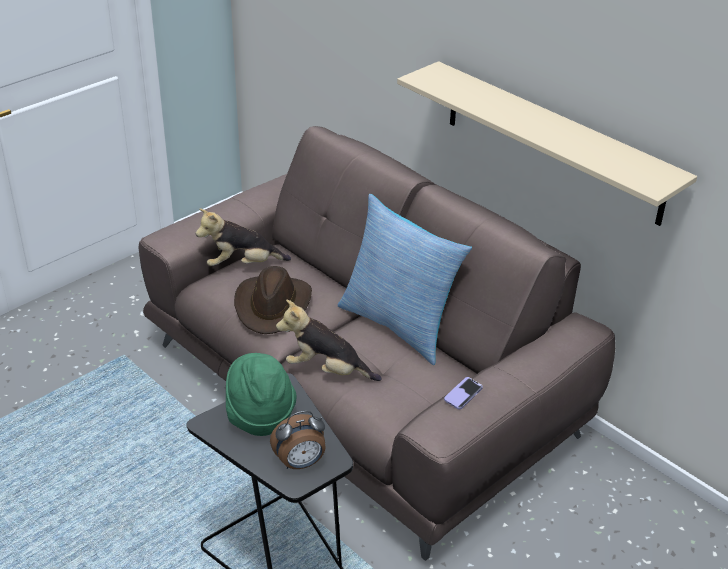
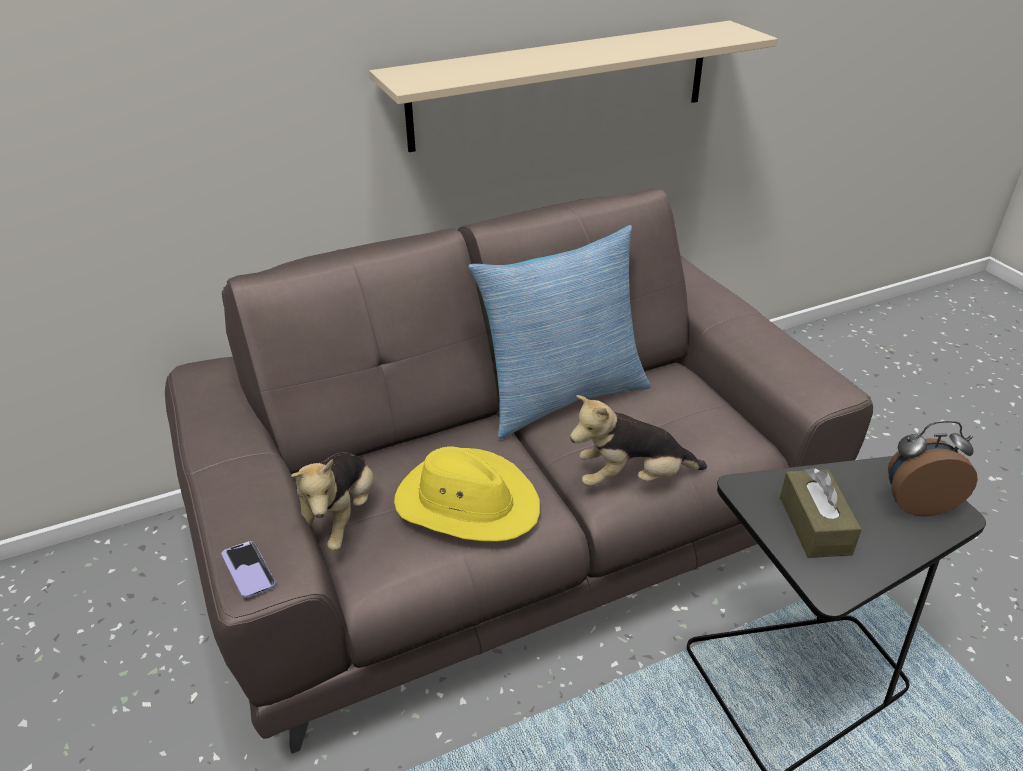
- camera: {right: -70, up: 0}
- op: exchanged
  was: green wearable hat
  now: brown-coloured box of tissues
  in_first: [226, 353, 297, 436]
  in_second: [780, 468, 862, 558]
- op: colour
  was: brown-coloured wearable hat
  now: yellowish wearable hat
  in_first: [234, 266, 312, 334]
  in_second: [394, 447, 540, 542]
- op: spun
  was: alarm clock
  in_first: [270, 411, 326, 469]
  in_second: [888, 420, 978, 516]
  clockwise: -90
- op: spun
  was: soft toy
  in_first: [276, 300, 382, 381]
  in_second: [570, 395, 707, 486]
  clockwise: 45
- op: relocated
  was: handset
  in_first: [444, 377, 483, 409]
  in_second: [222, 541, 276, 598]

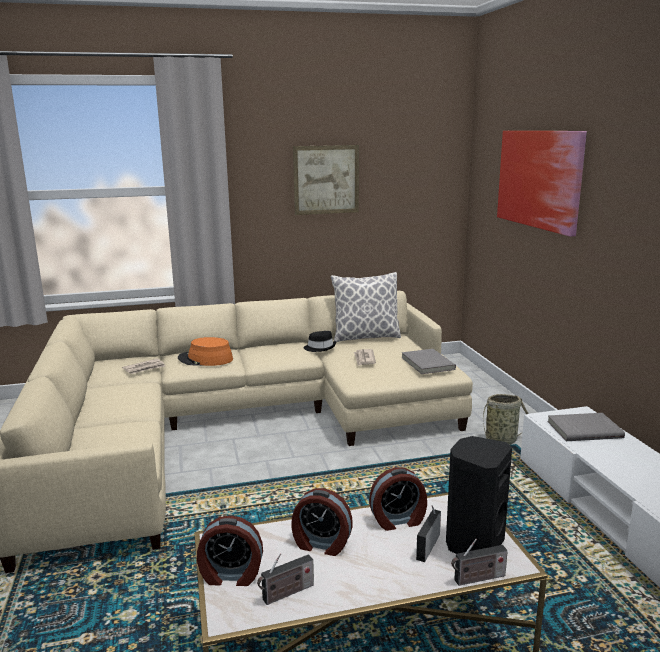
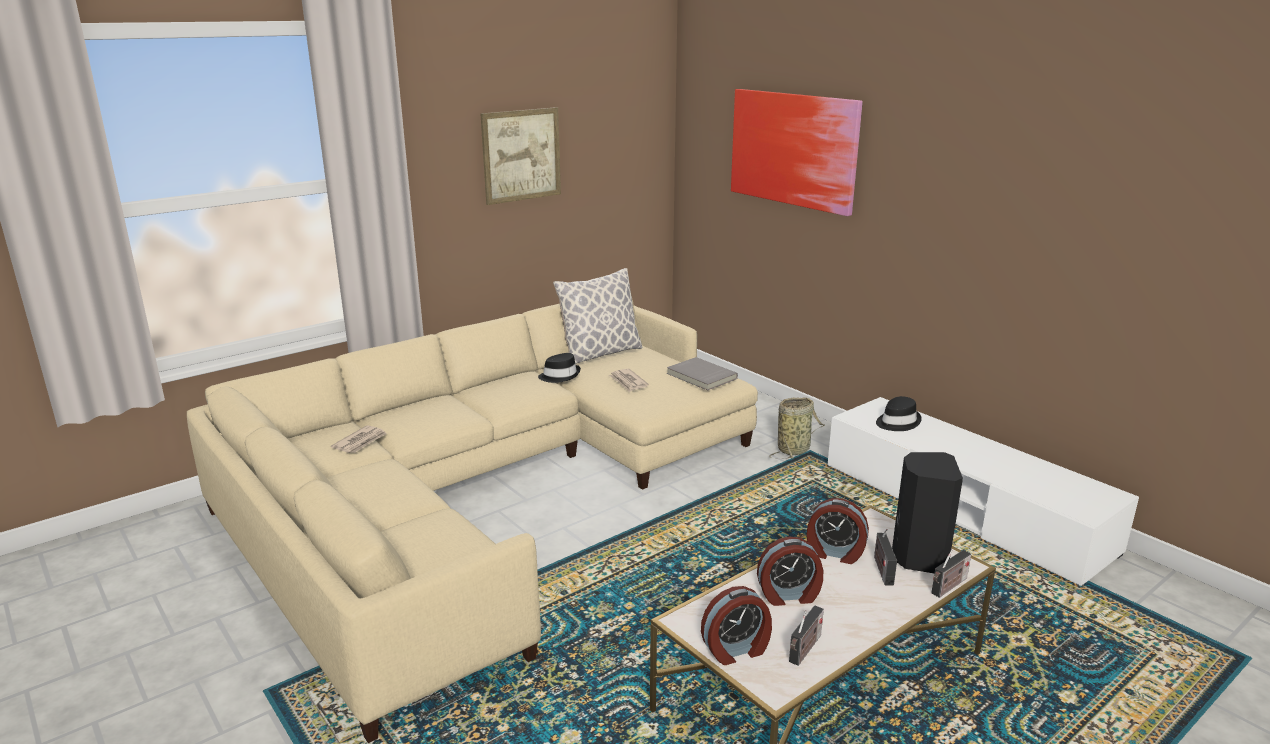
- camera: {right: -25, up: 5}
- op: missing
  was: orange-coloured wearable hat
  in_first: [178, 337, 233, 366]
- op: spun
  was: alarm clock
  in_first: [369, 467, 427, 531]
  in_second: [806, 498, 869, 564]
  clockwise: 60
- op: exchanged
  was: gray volume
  now: black wearable hat
  in_first: [547, 413, 625, 441]
  in_second: [876, 396, 922, 431]

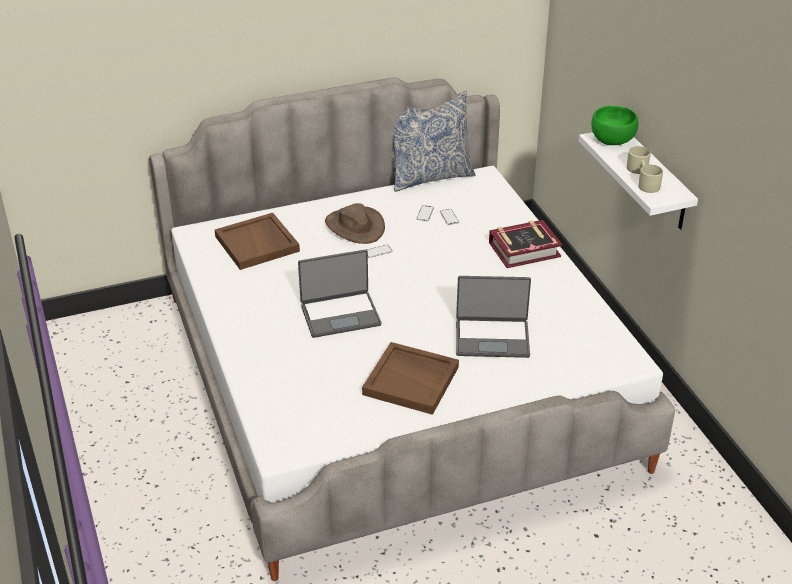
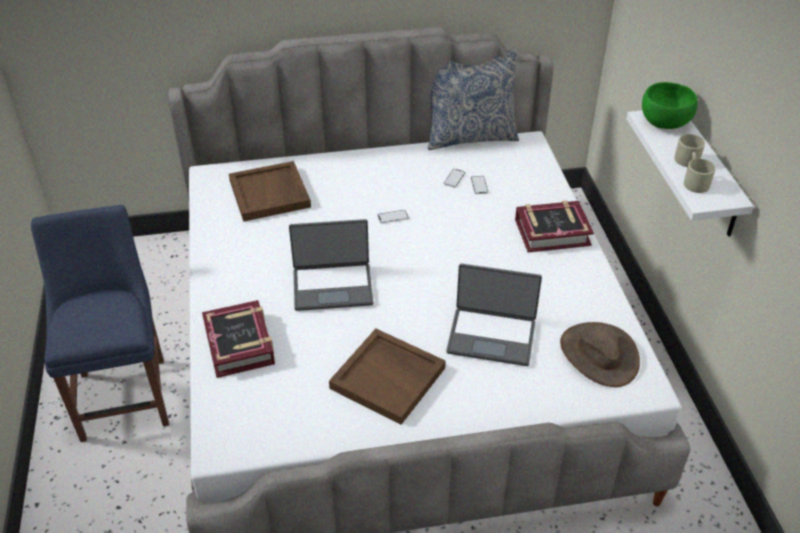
- camera: {right: 10, up: 5}
- op: relocated
  was: brown-coloured wearable hat
  in_first: [325, 203, 385, 244]
  in_second: [560, 322, 640, 387]
- op: appeared
  now: bluish chair
  in_second: [31, 205, 169, 442]
- op: appeared
  now: volume
  in_second: [202, 300, 275, 378]

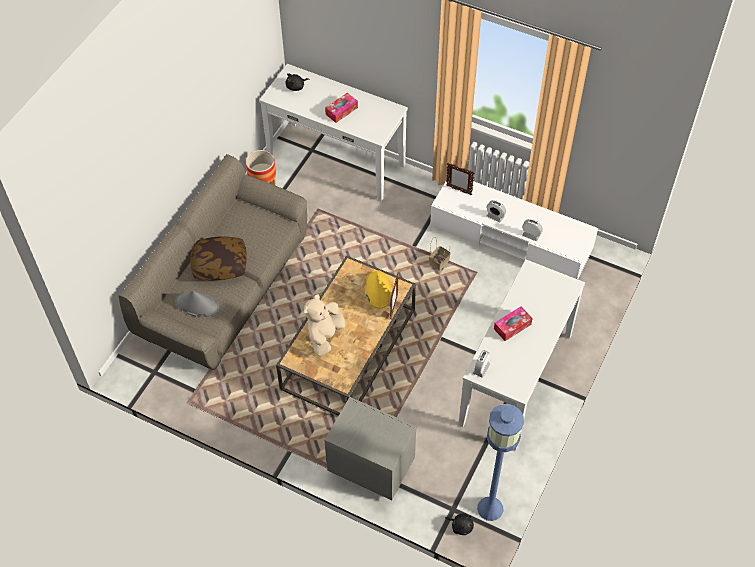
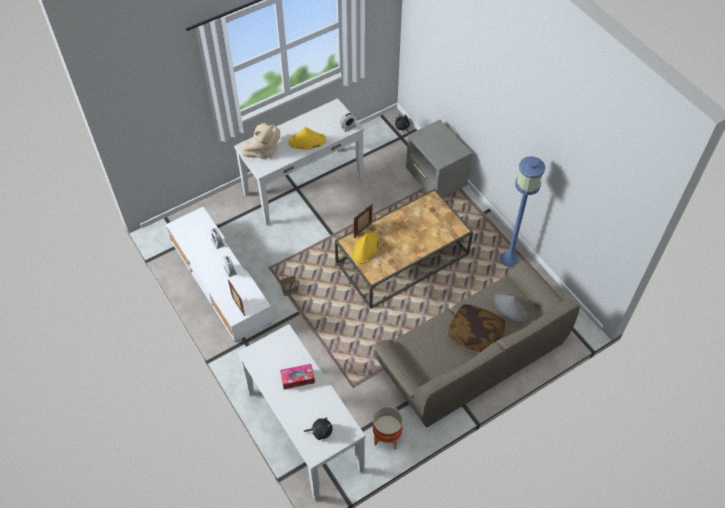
- camera: {right: -150, up: 0}
- op: relocated
  was: beige soft toy
  in_first: [304, 294, 345, 356]
  in_second: [242, 123, 280, 159]
- op: relocated
  was: bluish standing lamp
  in_first: [477, 404, 524, 521]
  in_second: [500, 156, 546, 267]
- op: exchanged
  was: box of tissues
  now: yellowish wearable hat
  in_first: [494, 307, 533, 341]
  in_second: [288, 127, 326, 150]

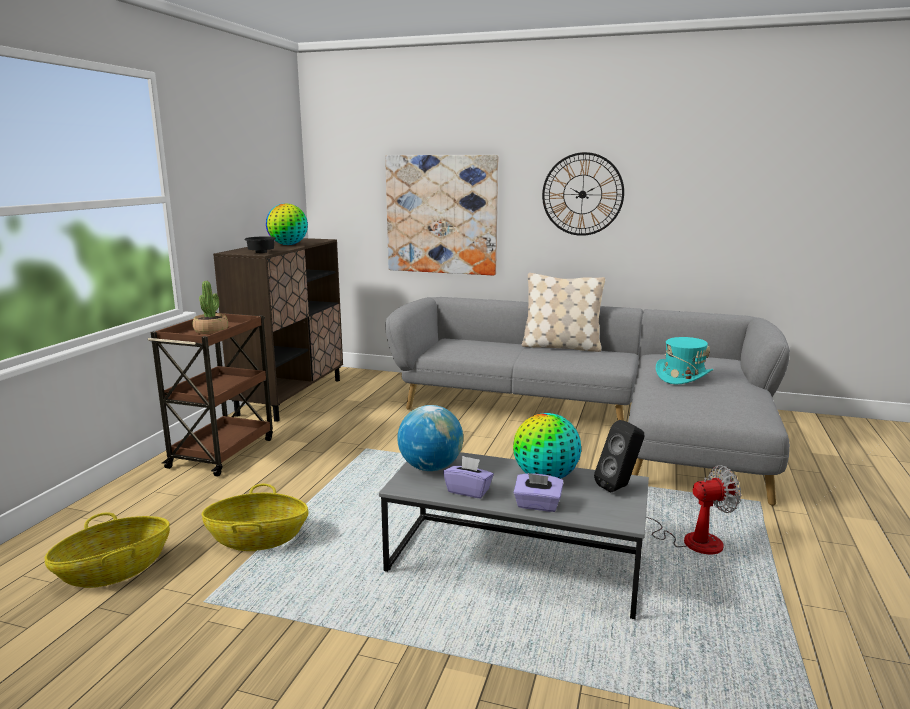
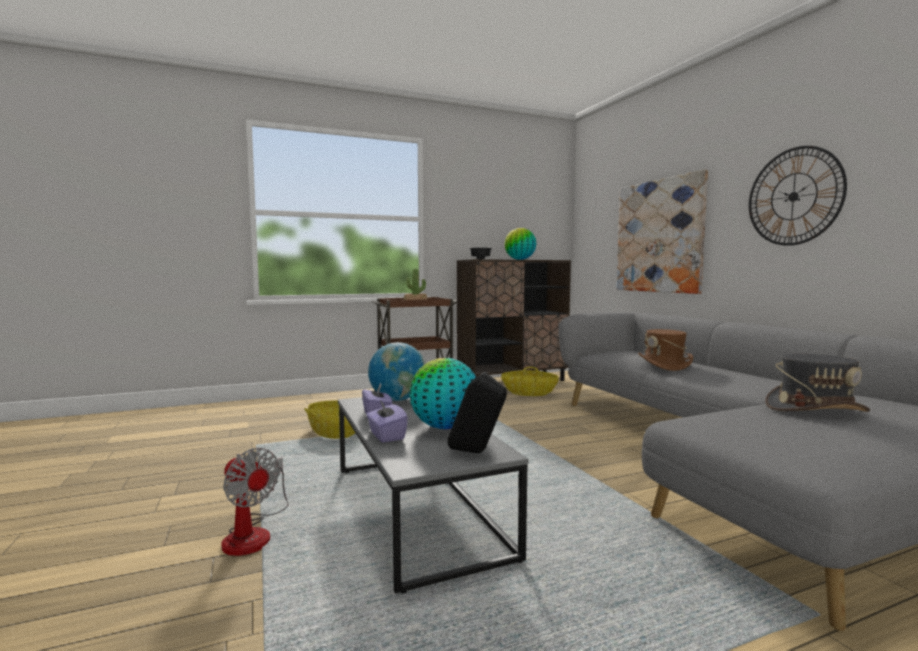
- camera: {right: 50, up: -10}
- op: relocated
  was: basket
  in_first: [44, 512, 170, 588]
  in_second: [501, 367, 559, 396]
- op: missing
  was: beige pillow
  in_first: [521, 273, 605, 352]
- op: relocated
  was: fan
  in_first: [646, 465, 741, 554]
  in_second: [221, 448, 289, 556]
- op: colour
  was: blue-green wearable hat
  now: gray wearable hat
  in_first: [656, 337, 713, 384]
  in_second: [765, 354, 870, 412]
- op: appeared
  now: brown-coloured wearable hat
  in_second: [638, 329, 693, 371]

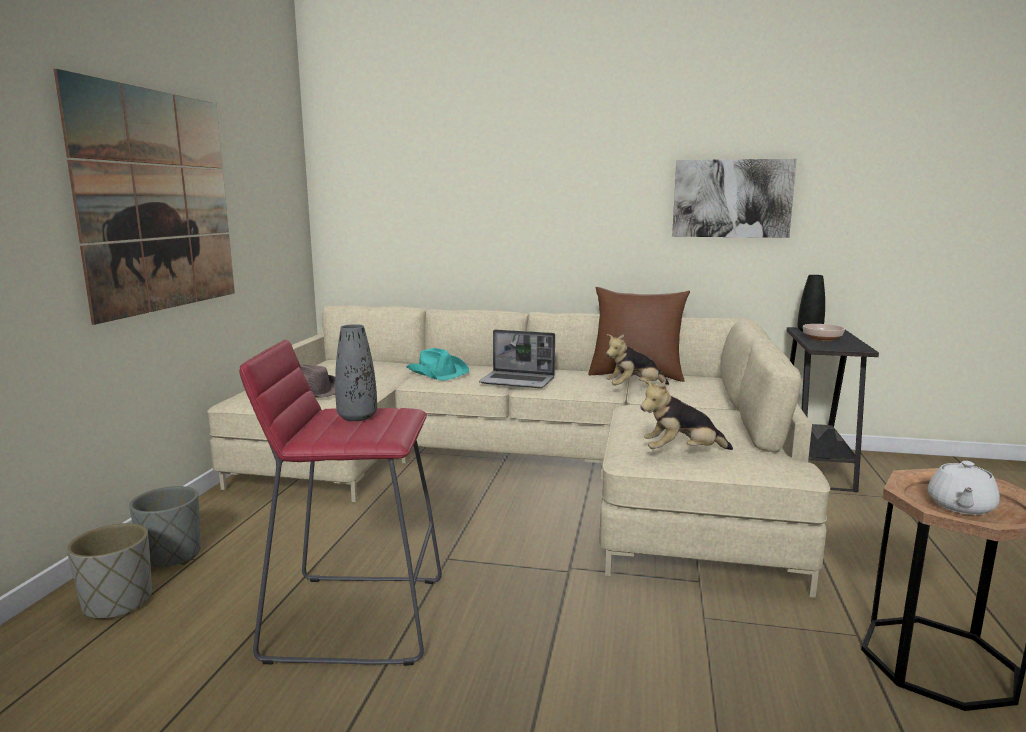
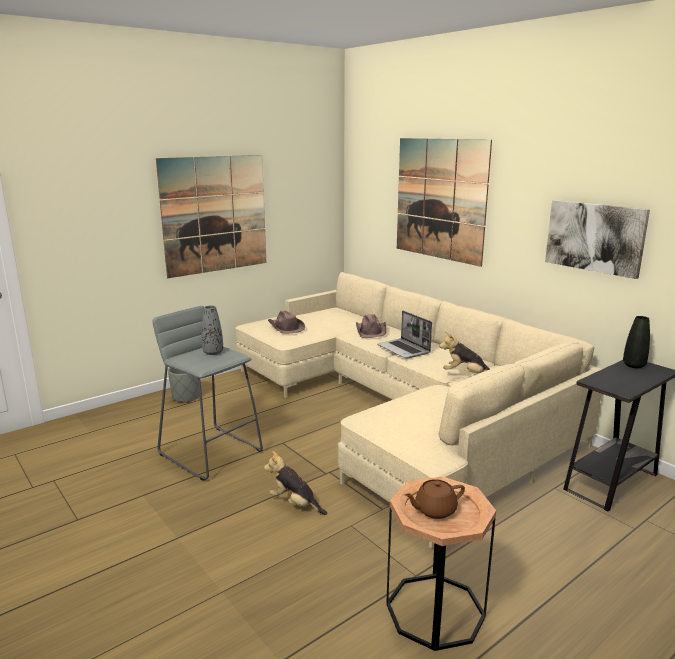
- camera: {right: 40, up: 5}
- op: missing
  was: gray planter
  in_first: [67, 523, 152, 619]
- op: colour
  was: red-coloured stool
  now: gray stool
  in_first: [239, 340, 442, 666]
  in_second: [152, 306, 263, 481]
- op: colour
  was: blue-green wearable hat
  now: brown-coloured wearable hat
  in_first: [406, 348, 469, 381]
  in_second: [356, 314, 386, 338]
- op: missing
  was: brown-coloured pillow
  in_first: [588, 287, 690, 382]
- op: relocated
  was: soft toy
  in_first: [640, 380, 733, 450]
  in_second: [264, 451, 327, 515]
- op: missing
  was: deep dish
  in_first: [803, 324, 845, 341]
- op: colour
  was: whitish pot for tea
  now: brown-coloured pot for tea
  in_first: [928, 461, 1000, 515]
  in_second: [404, 479, 465, 519]
- op: appeared
  now: wall art
  in_second: [397, 138, 492, 267]

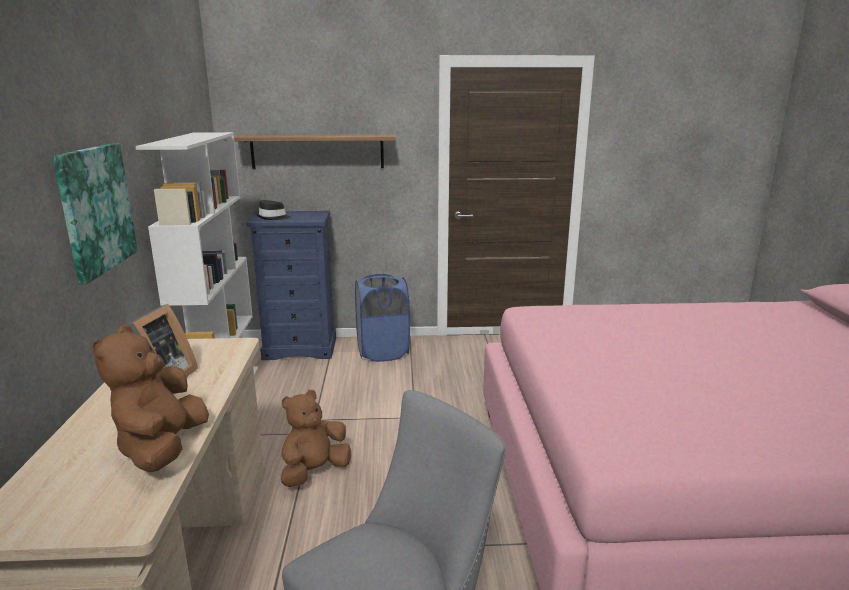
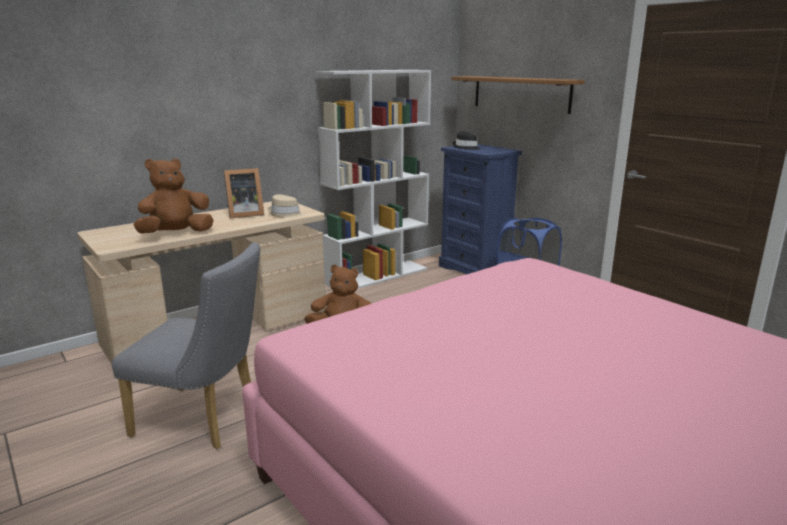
- camera: {right: 55, up: 0}
- op: missing
  was: wall art
  in_first: [52, 143, 138, 284]
- op: appeared
  now: beige wearable hat
  in_second: [268, 194, 304, 218]

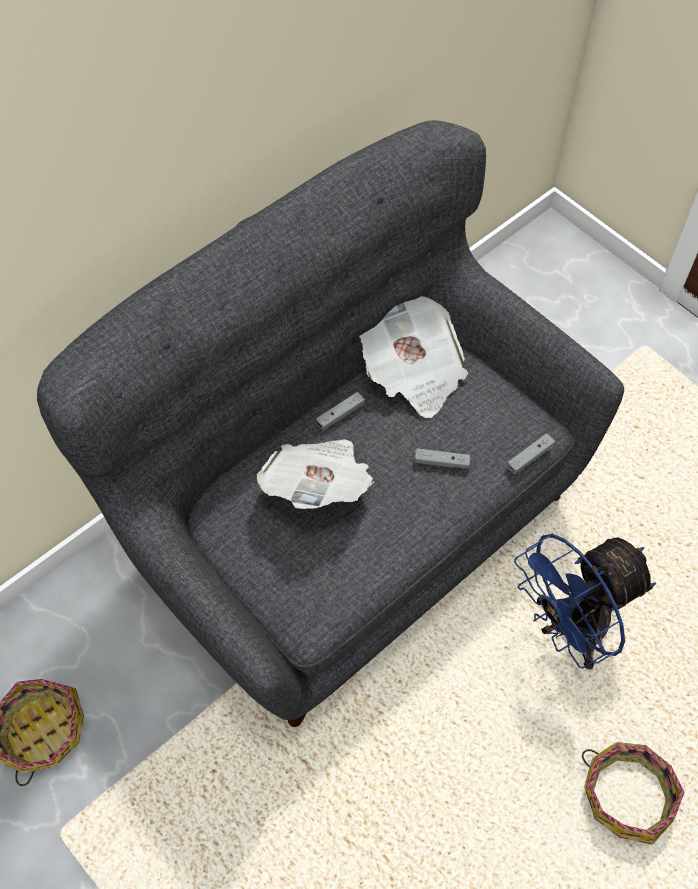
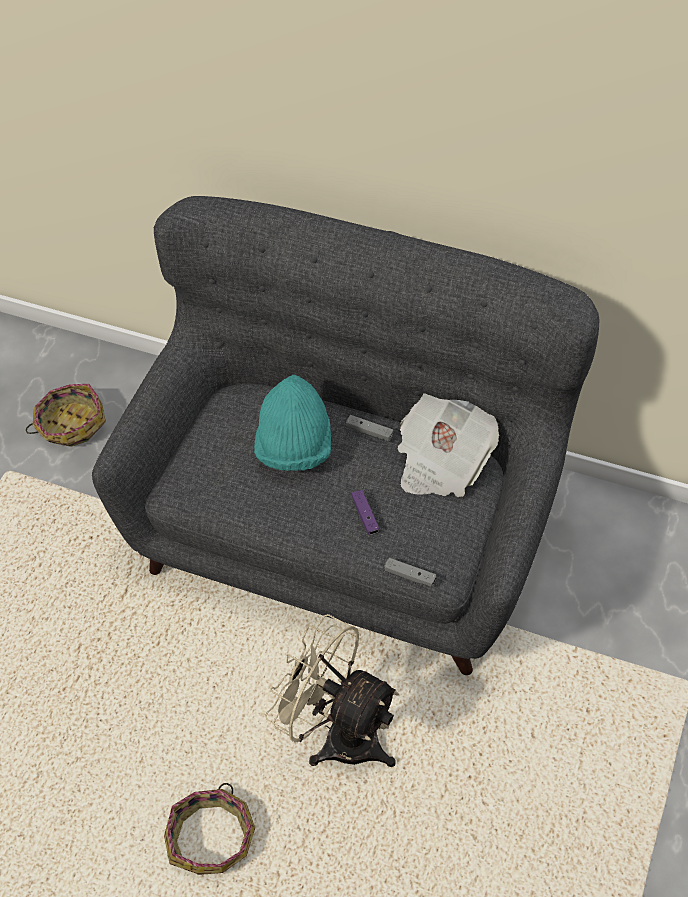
- camera: {right: 65, up: -5}
- op: exchanged
  was: printed paper
  now: blue-green wearable hat
  in_first: [256, 439, 374, 509]
  in_second: [254, 375, 331, 471]
- op: colour
  was: gray joypad
  now: purple-coloured joypad
  in_first: [415, 448, 470, 469]
  in_second: [352, 490, 380, 535]
- op: colour
  was: bluish fan
  now: beige fan
  in_first: [514, 534, 656, 670]
  in_second: [265, 614, 399, 767]

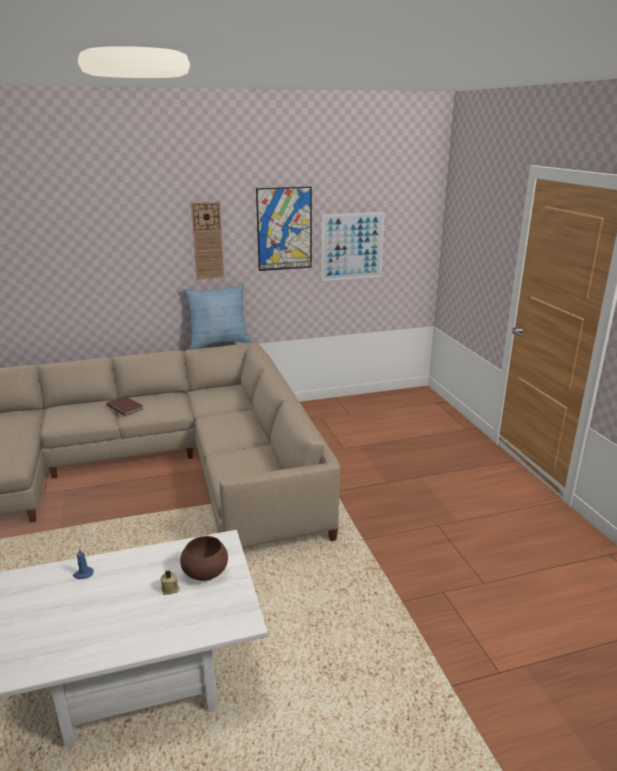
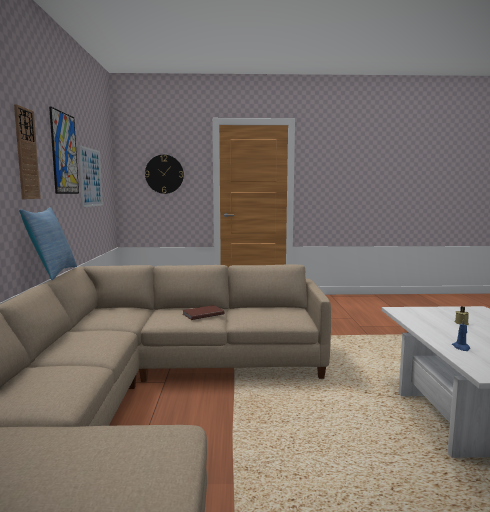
- camera: {right: -75, up: -15}
- op: relocated
  was: brown-coloured volume
  in_first: [106, 396, 143, 416]
  in_second: [182, 305, 224, 320]
- op: missing
  was: brown-coloured deep dish
  in_first: [180, 536, 228, 581]
- op: appeared
  now: clock on the wall
  in_second: [145, 155, 184, 194]

